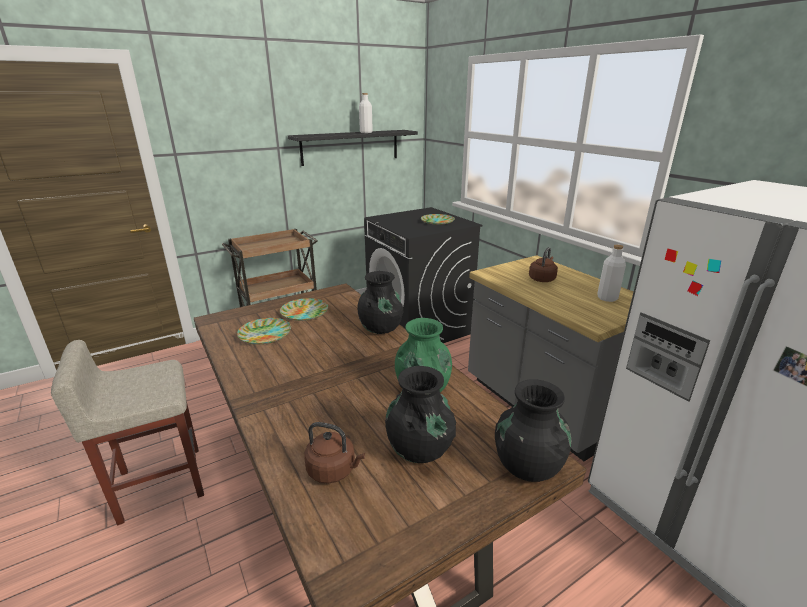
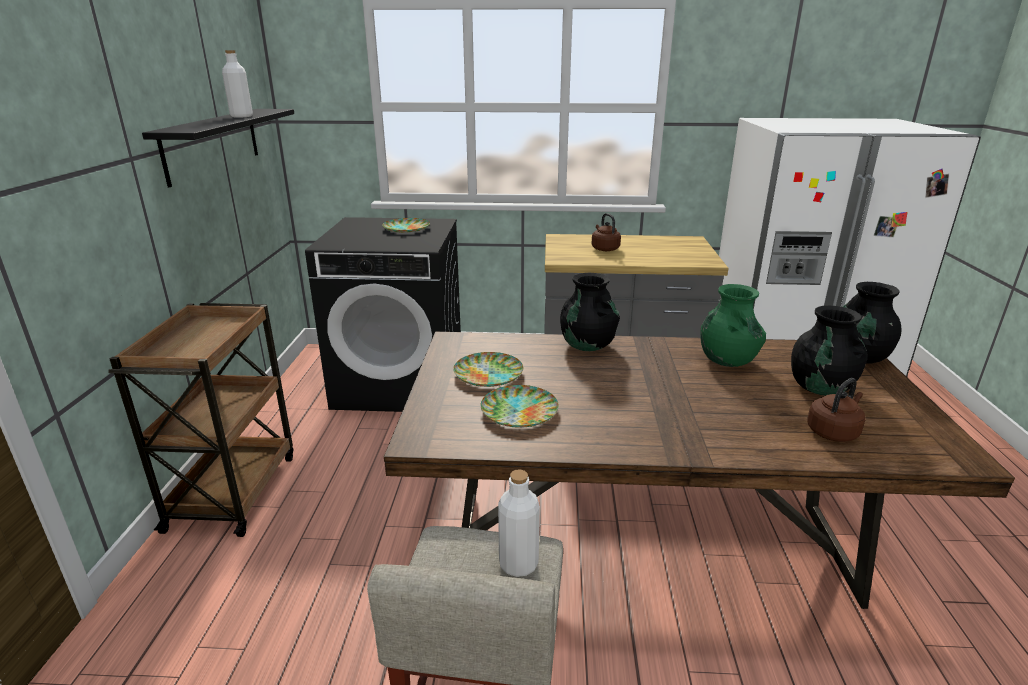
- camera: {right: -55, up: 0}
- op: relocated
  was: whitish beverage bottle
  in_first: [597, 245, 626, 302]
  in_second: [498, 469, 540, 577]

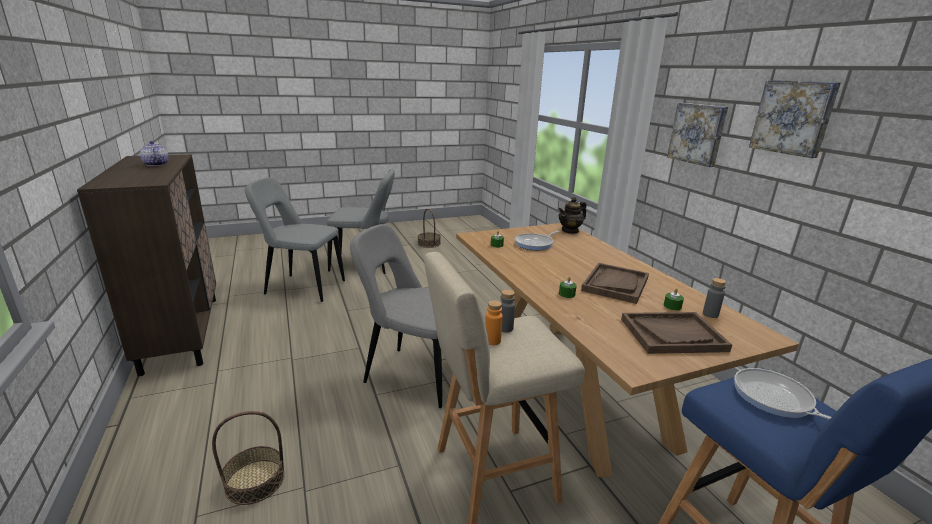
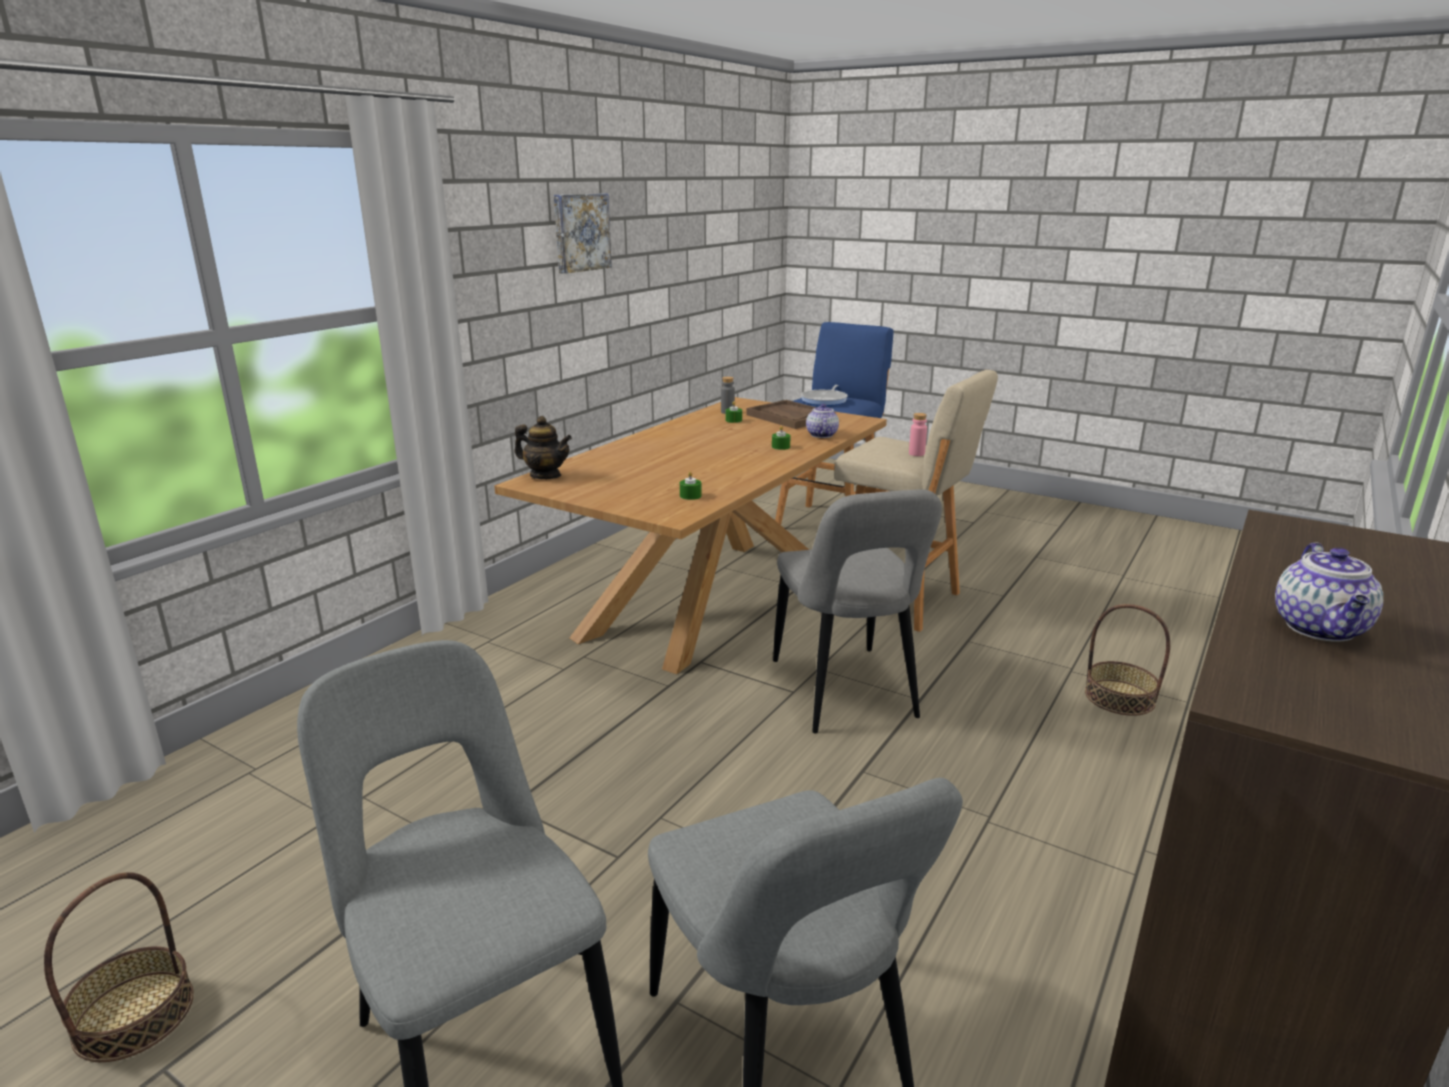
- camera: {right: -125, up: 0}
- op: colour
  was: orange-coloured beverage bottle
  now: pinkish beverage bottle
  in_first: [485, 300, 503, 345]
  in_second: [909, 413, 927, 456]
- op: missing
  was: gray beverage bottle
  in_first: [500, 289, 515, 333]
- op: missing
  was: skillet
  in_first: [515, 231, 559, 250]
- op: missing
  was: brown-coloured carrying tray
  in_first: [581, 263, 649, 304]
- op: missing
  was: wall art
  in_first: [667, 103, 728, 167]
- op: appeared
  now: pot for tea
  in_second: [806, 404, 839, 438]

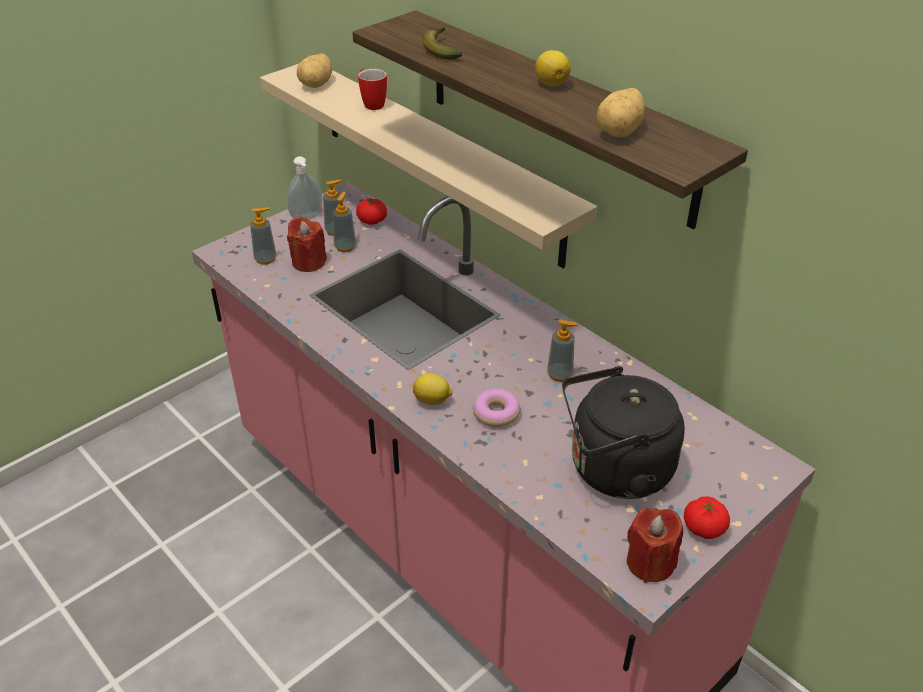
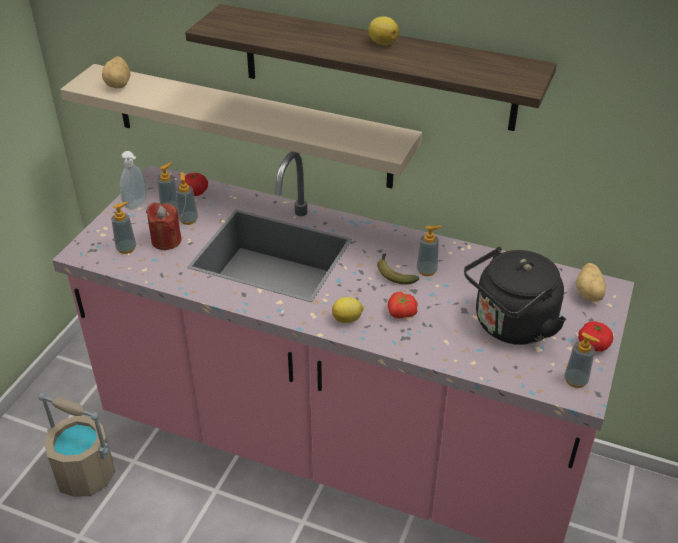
- camera: {right: -25, up: 0}
- op: missing
  was: tea mug
  in_first: [358, 69, 387, 110]
- op: relocated
  was: whole banana
  in_first: [423, 28, 462, 60]
  in_second: [377, 253, 419, 284]
- op: exchanged
  was: doughnut
  now: fresh tomato
  in_first: [473, 389, 521, 427]
  in_second: [388, 292, 418, 318]
- op: relocated
  was: potato
  in_first: [597, 88, 645, 138]
  in_second: [575, 263, 606, 302]
- op: exchanged
  was: red-coloured wax light
  now: soap dispenser
  in_first: [627, 508, 683, 583]
  in_second: [564, 332, 600, 388]
- op: appeared
  now: beige water bucket
  in_second: [38, 393, 115, 497]

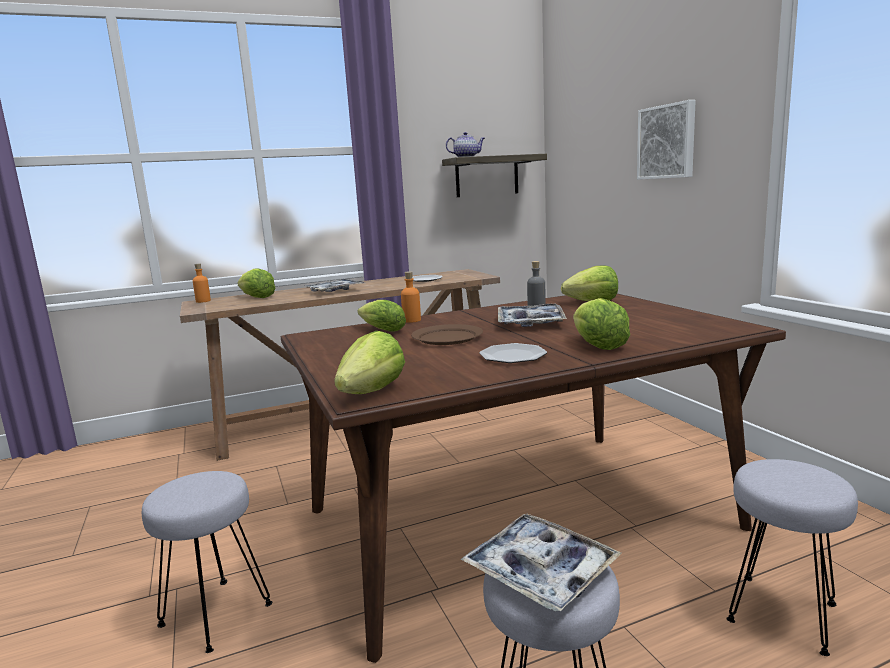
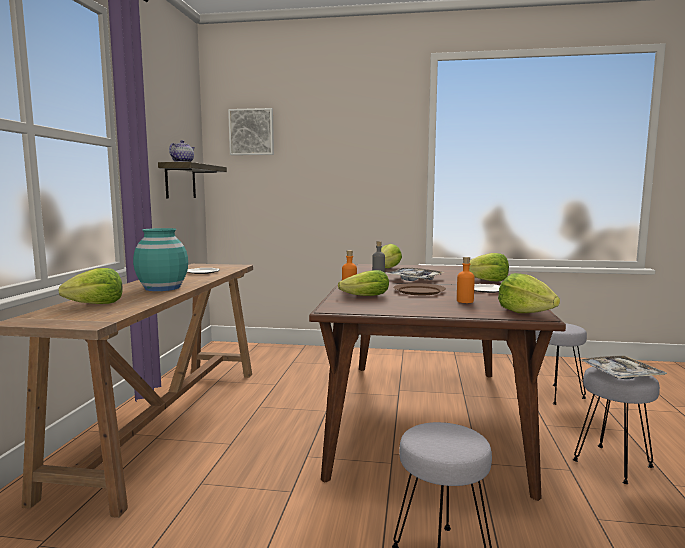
- camera: {right: -60, up: -5}
- op: relocated
  was: orange-coloured beverage bottle
  in_first: [193, 264, 211, 303]
  in_second: [457, 257, 475, 303]
- op: exchanged
  was: carrying tray
  now: blue-green decorative vase
  in_first: [305, 279, 365, 292]
  in_second: [133, 228, 188, 291]
- op: relocated
  was: wall art
  in_first: [637, 100, 696, 180]
  in_second: [228, 108, 274, 155]

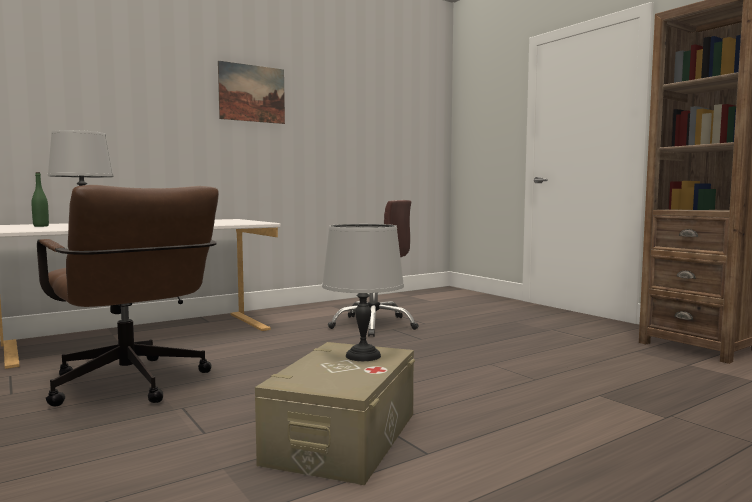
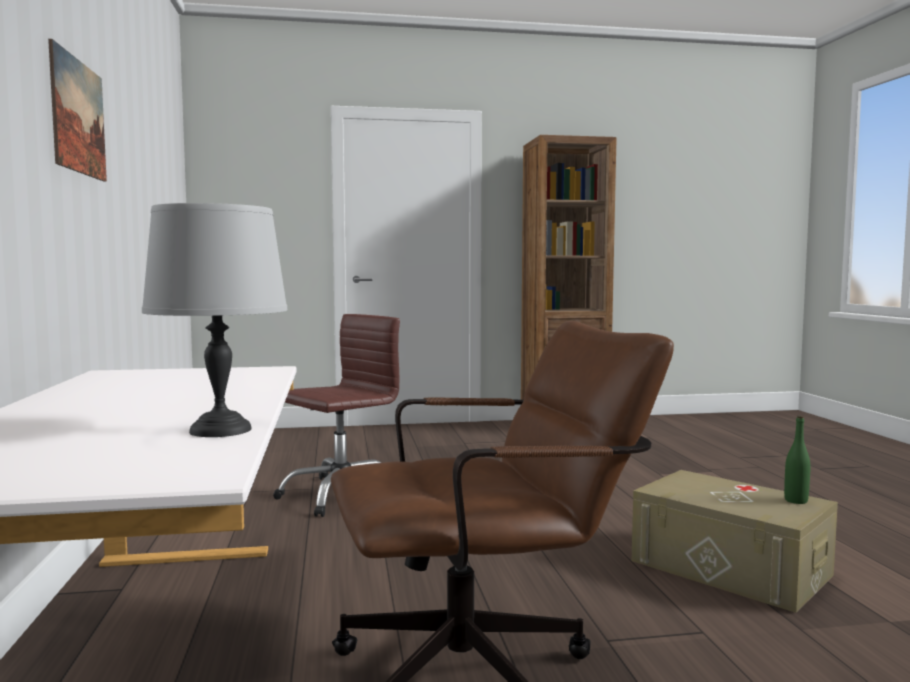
- camera: {right: -65, up: 0}
- op: relocated
  was: green beverage bottle
  in_first: [32, 172, 49, 227]
  in_second: [784, 416, 810, 504]
- op: missing
  was: gray table lamp
  in_first: [322, 224, 404, 361]

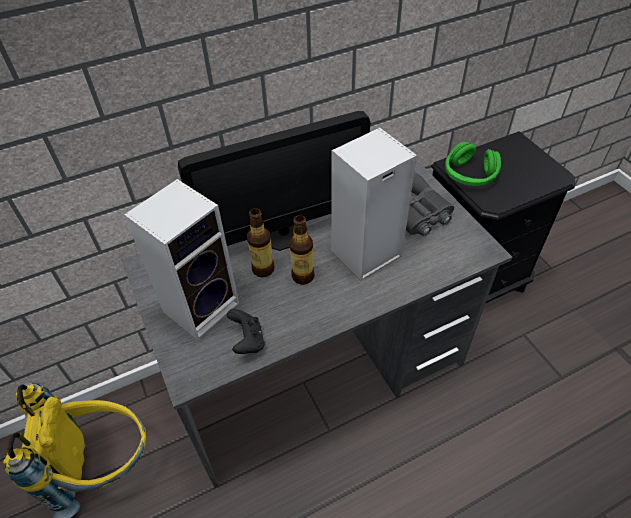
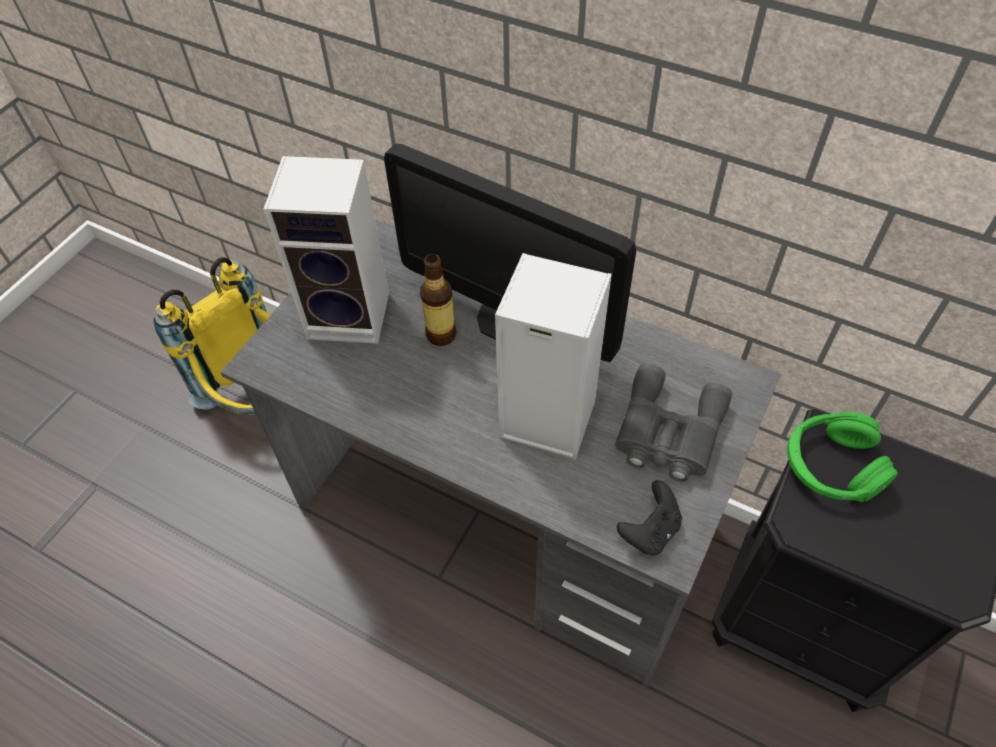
- camera: {right: 55, up: 5}
- op: relocated
  was: black joypad
  in_first: [227, 309, 265, 354]
  in_second: [616, 480, 682, 555]
- op: missing
  was: beverage bottle
  in_first: [289, 215, 315, 284]

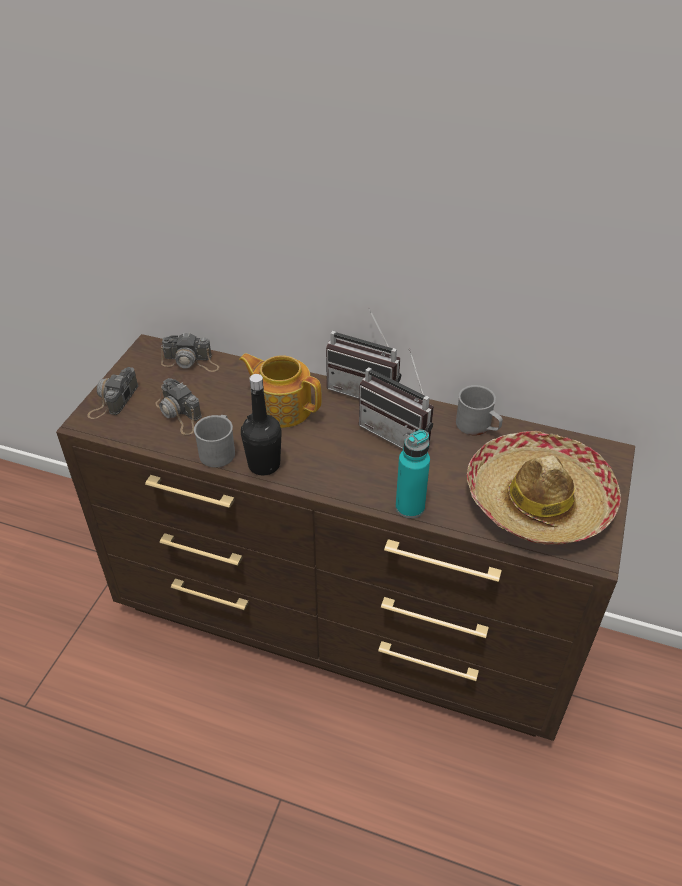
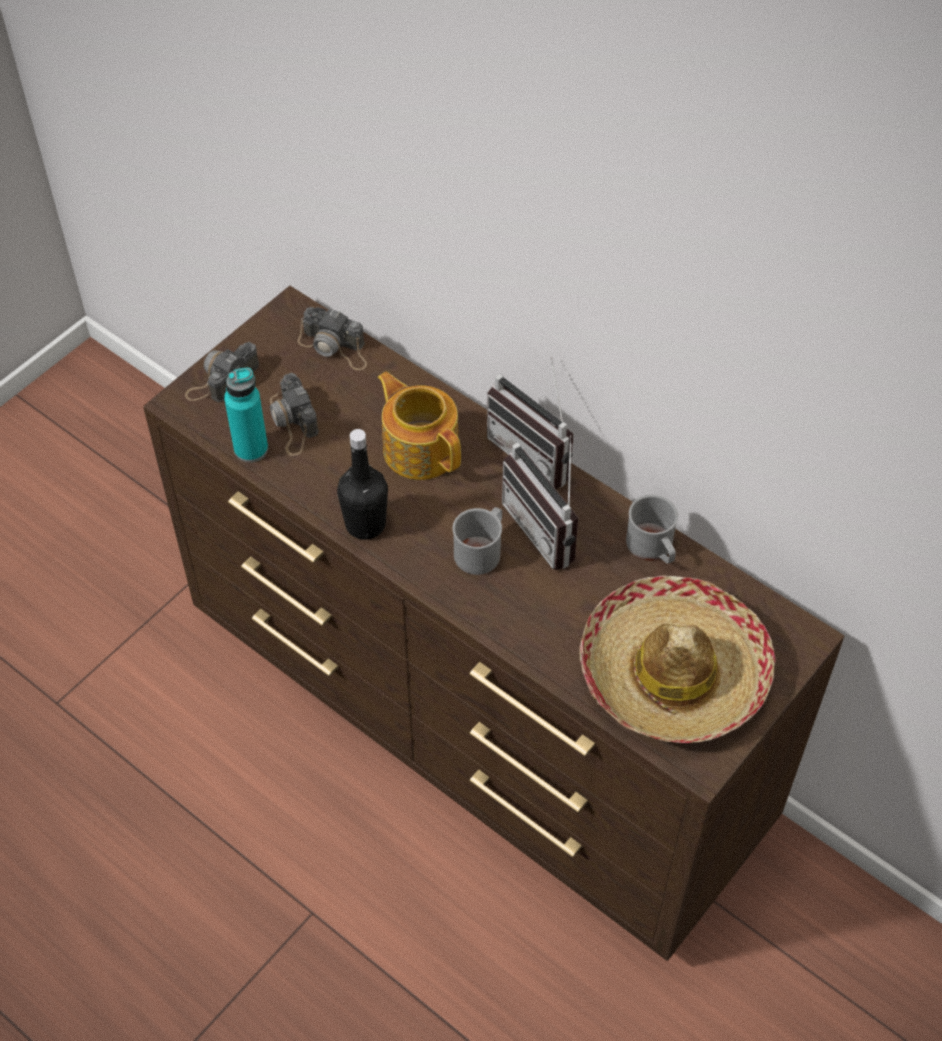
- camera: {right: 20, up: 10}
- op: relocated
  was: gray tea mug
  in_first: [194, 415, 235, 468]
  in_second: [452, 507, 502, 575]
- op: relocated
  was: blue-green beverage bottle
  in_first: [396, 430, 430, 518]
  in_second: [224, 368, 268, 462]

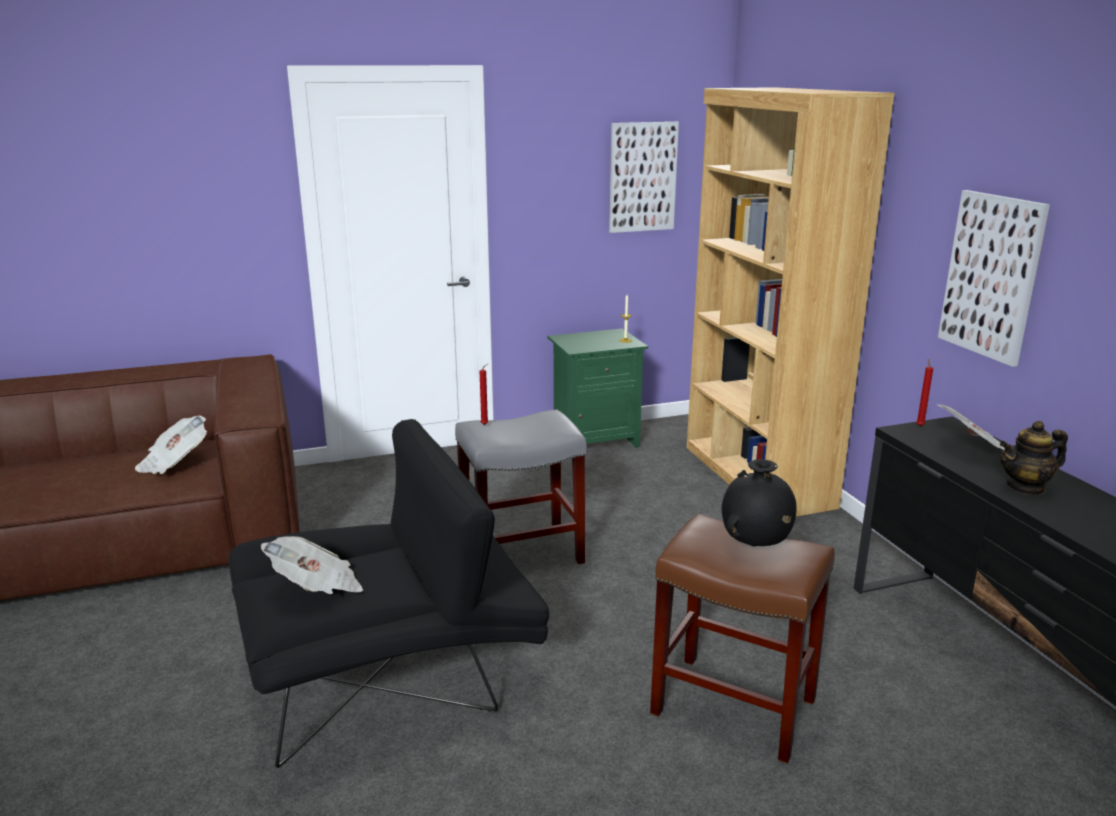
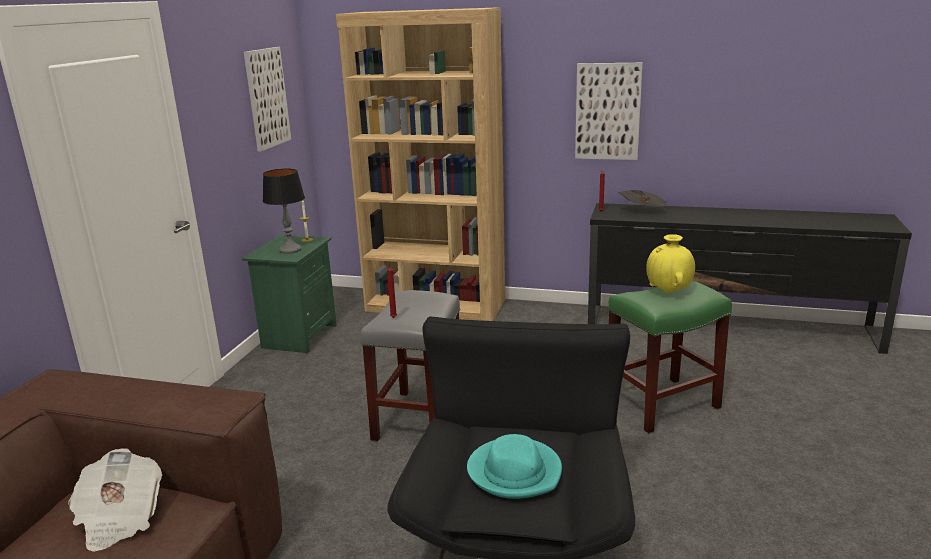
- camera: {right: -55, up: 0}
- op: exchanged
  was: printed paper
  now: blue-green wearable hat
  in_first: [261, 536, 363, 594]
  in_second: [467, 434, 562, 499]
- op: colour
  was: brown-coloured stool
  now: green stool
  in_first: [650, 514, 835, 764]
  in_second: [608, 280, 732, 434]
- op: colour
  was: black decorative vase
  now: yellowish decorative vase
  in_first: [722, 459, 797, 546]
  in_second: [646, 234, 695, 293]
- op: missing
  was: pot for tea
  in_first: [1000, 421, 1068, 495]
- op: appeared
  now: table lamp
  in_second: [263, 169, 305, 254]

